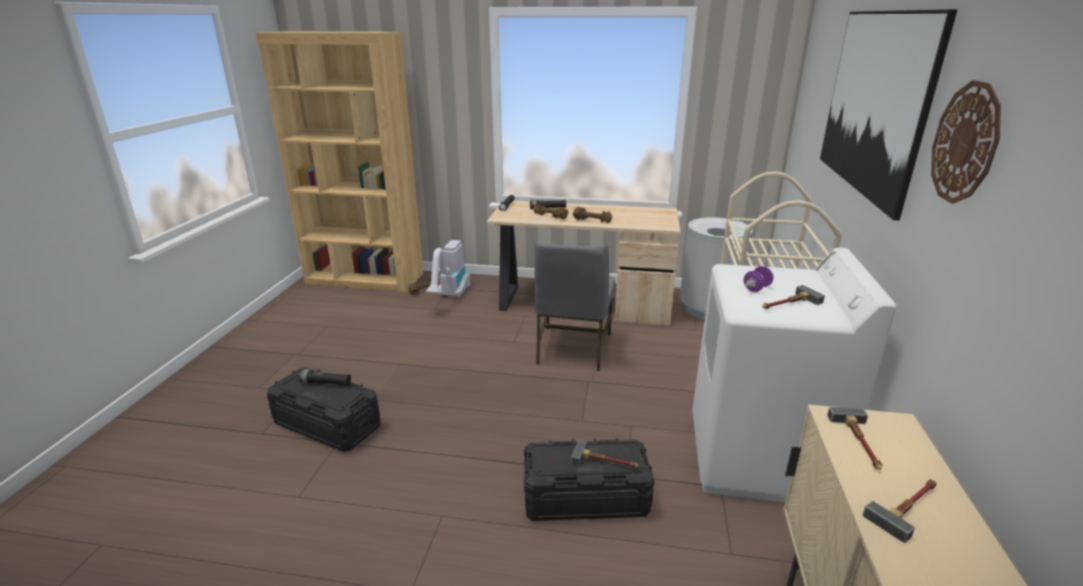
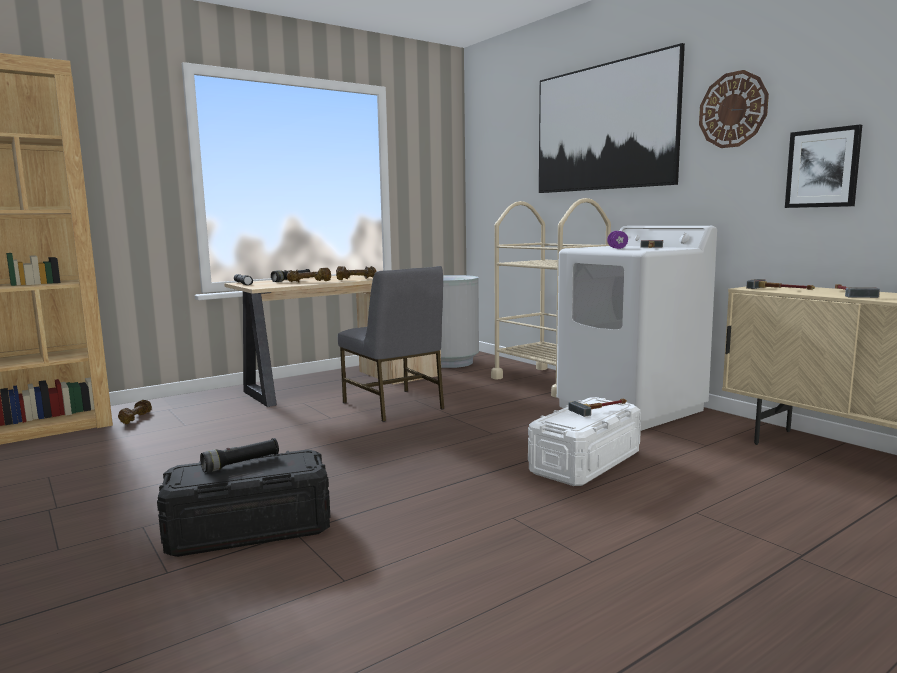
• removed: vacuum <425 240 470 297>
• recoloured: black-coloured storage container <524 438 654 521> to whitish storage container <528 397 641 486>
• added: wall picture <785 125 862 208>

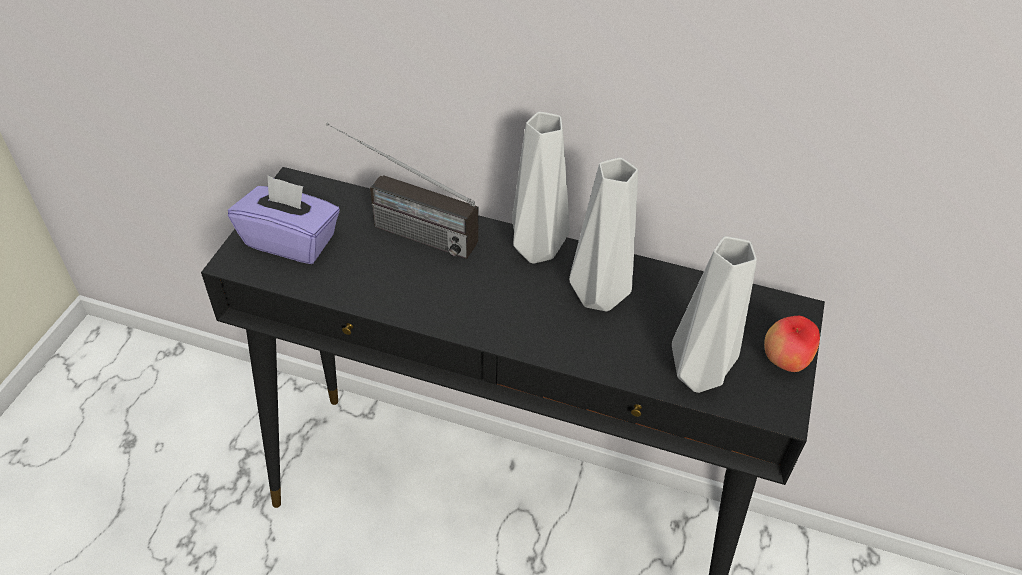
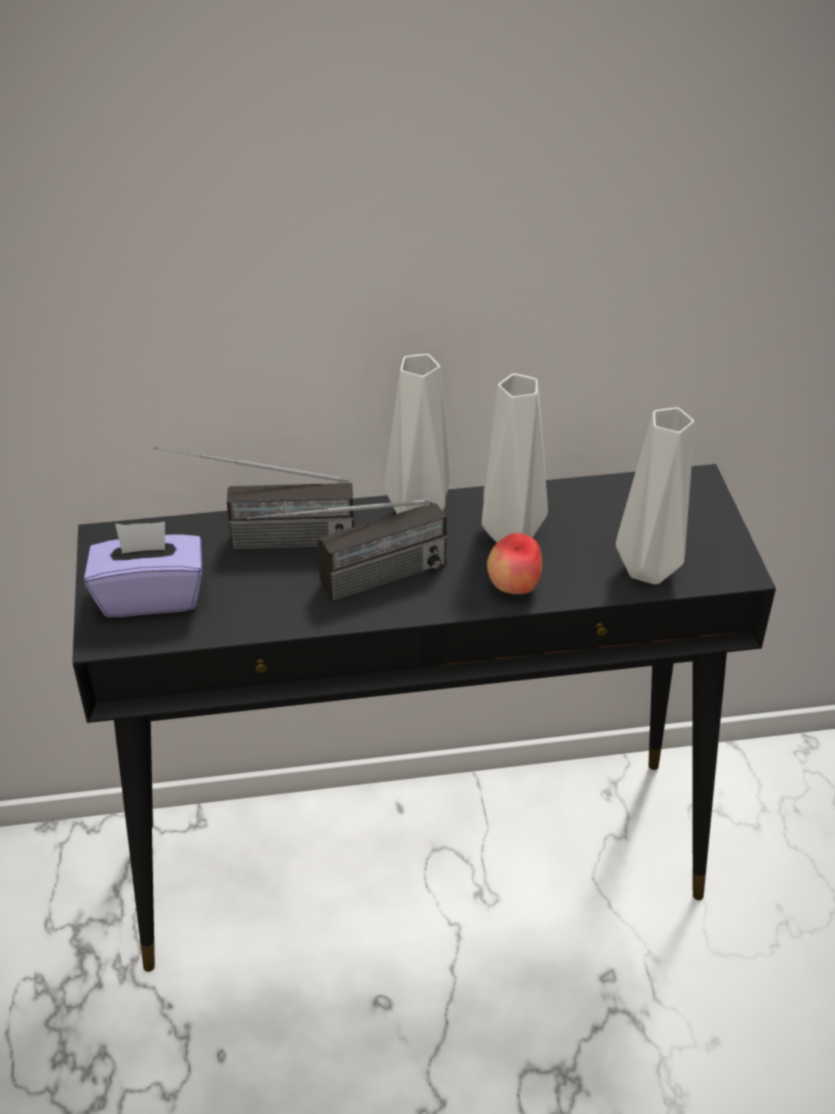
• moved: whole apple <764 316 820 372> to <487 533 542 594>
• added: radio receiver <247 499 447 601>

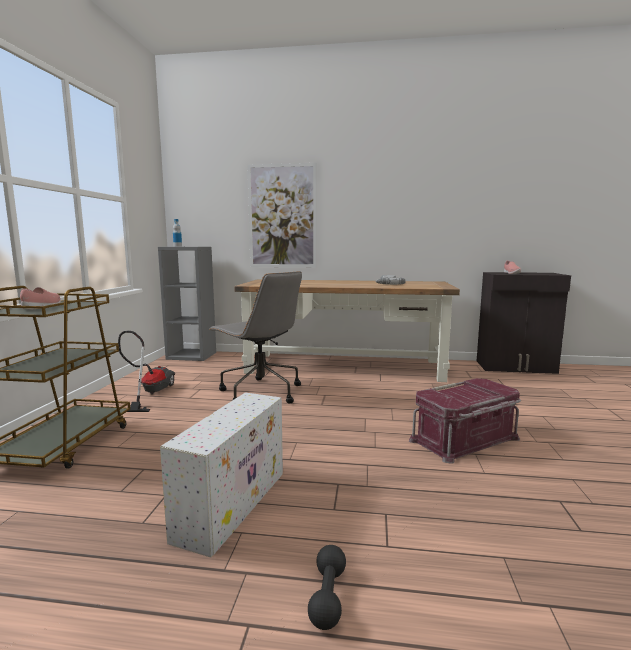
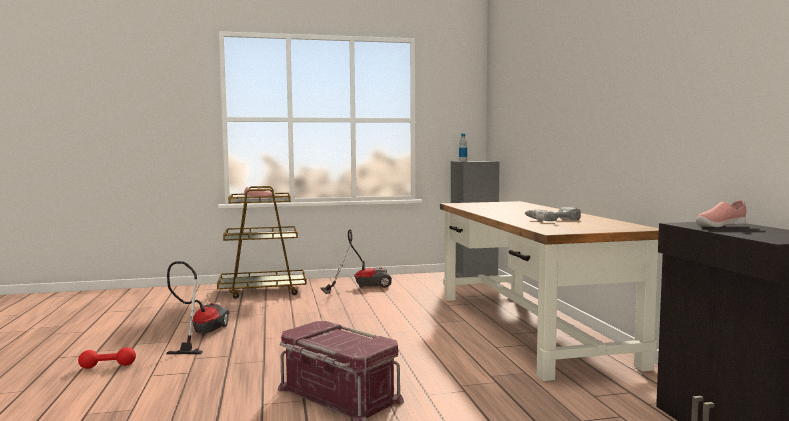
• removed: wall picture <247 163 317 267>
• removed: gray computer chair <209 271 302 404>
• replaced: whitish storage container <160 392 283 558> to vacuum <166 261 230 354>
• recoloured: black-coloured dumbbell <308 545 346 630> to red dumbbell <78 347 136 369>

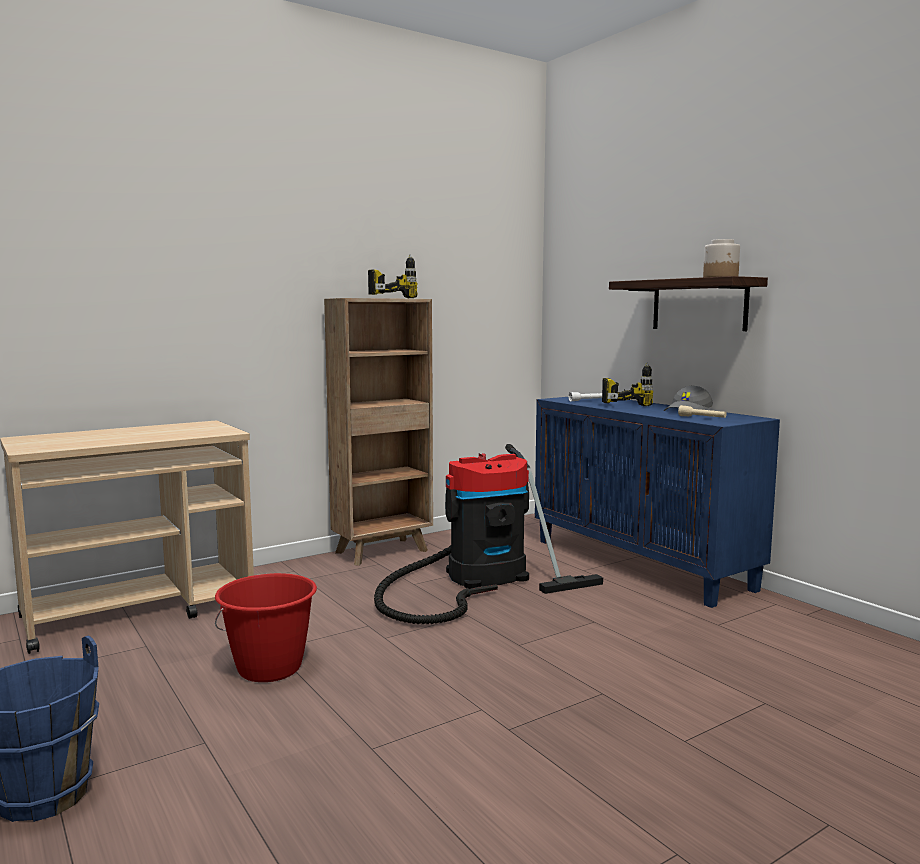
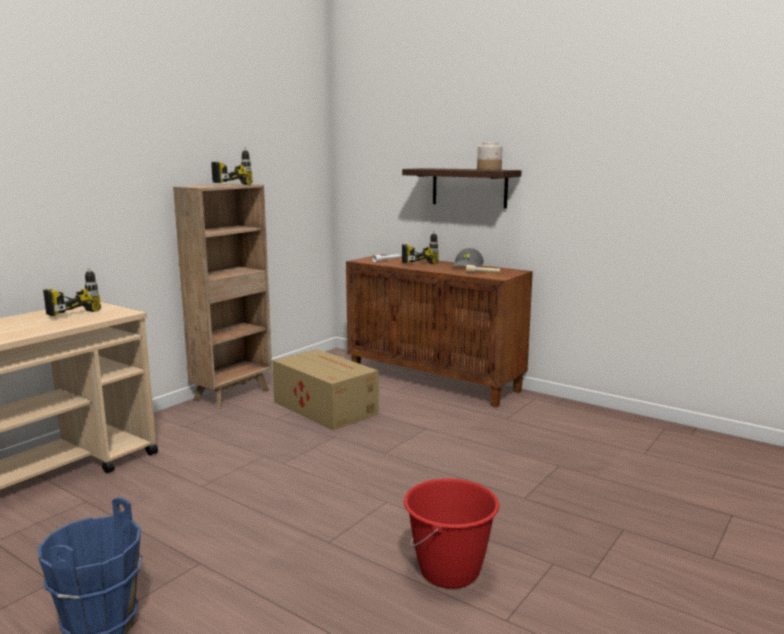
• recoloured: bluish cabinet <535 397 780 608> to brown cabinet <346 254 533 407>
• replaced: vacuum <374 444 603 624> to packing box <272 349 379 430>
• moved: red bucket <215 573 317 682> to <404 478 500 589>
• added: drill <43 268 101 316>

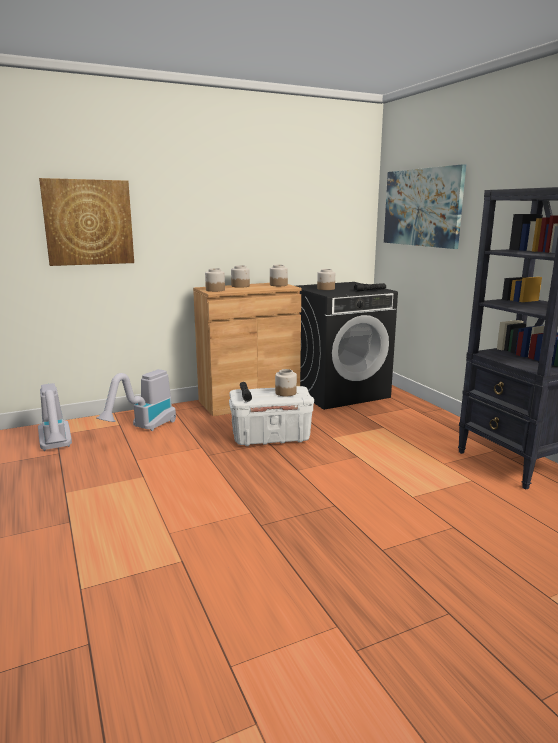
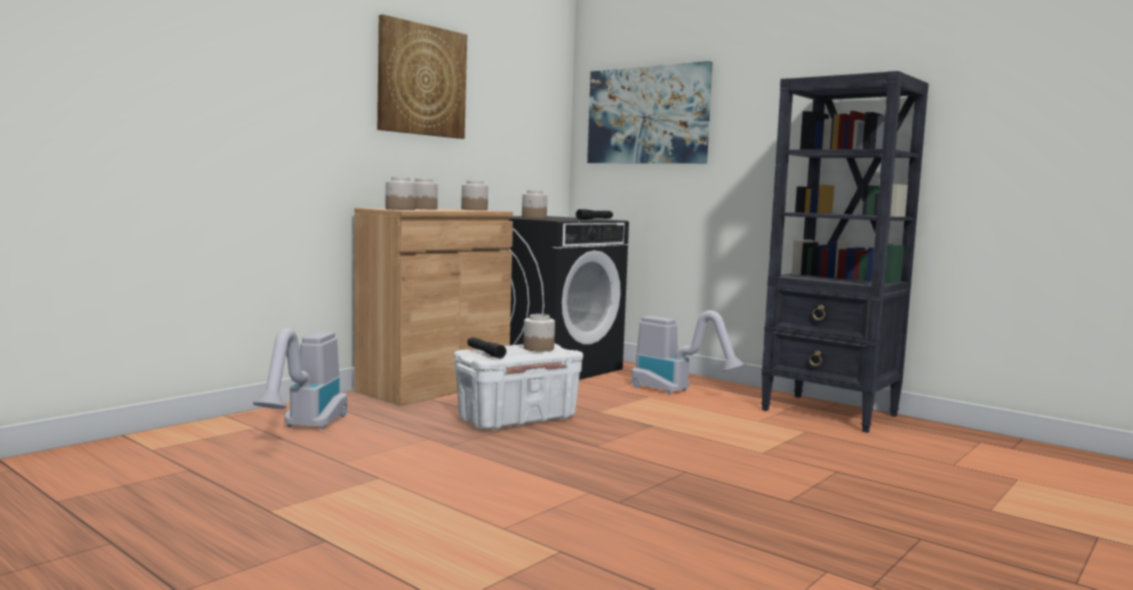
• moved: wall picture <39 178 134 266> to <377 14 467 139>
• moved: vacuum <38 383 72 451> to <631 310 746 395>

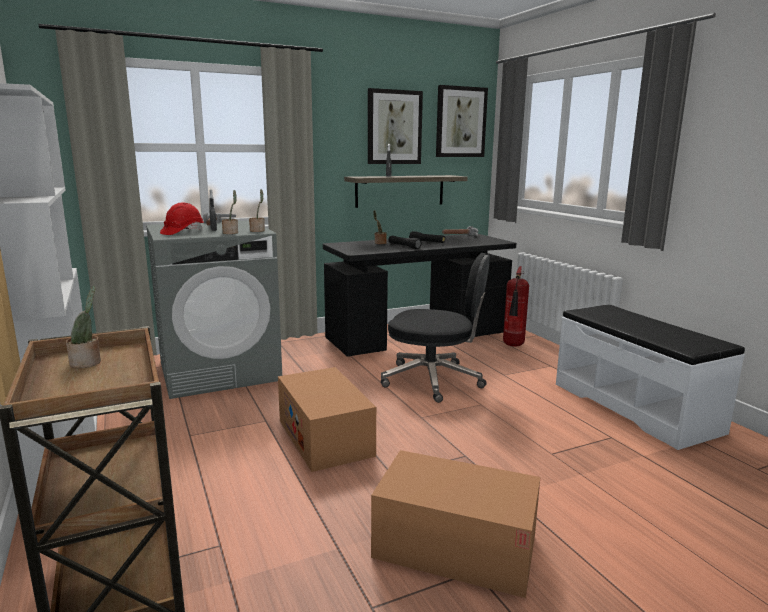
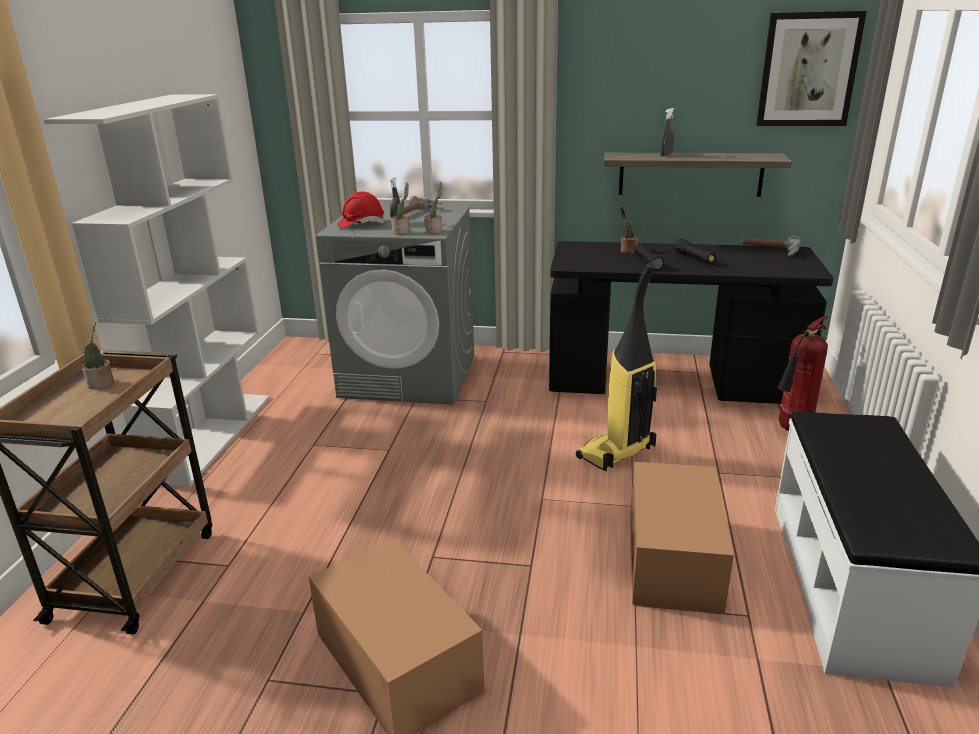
• removed: wall picture <368 88 423 164>
• replaced: black-coloured computer chair <381 253 490 403> to vacuum <576 263 657 471>
• moved: packing box <278 367 376 472> to <630 462 734 613>

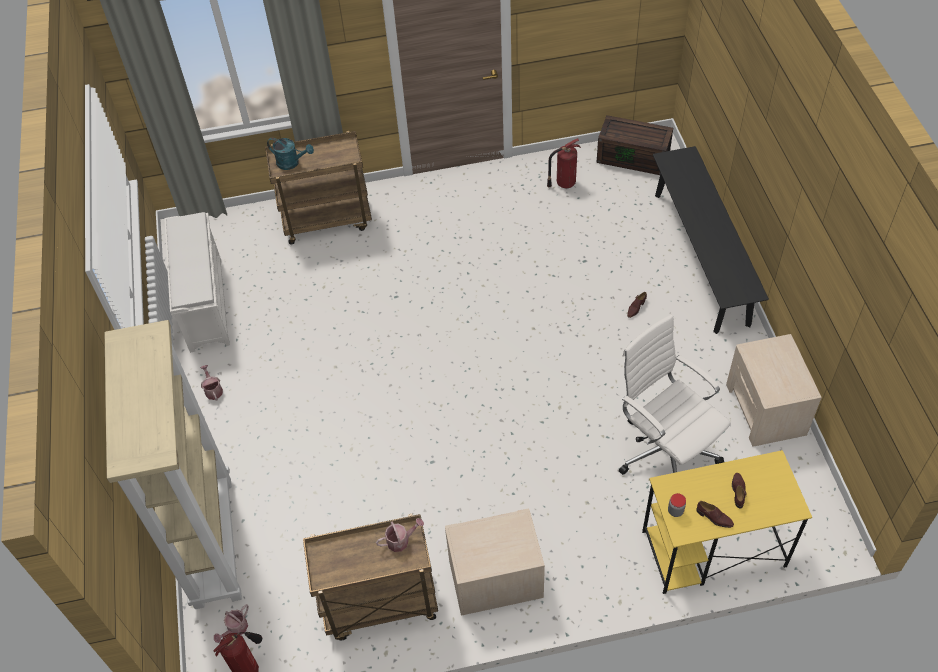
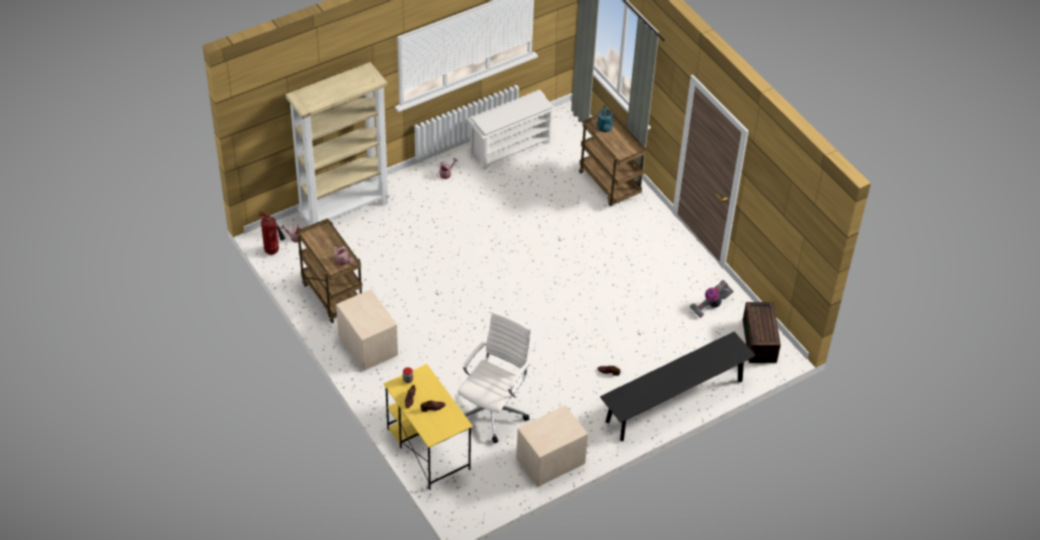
• replaced: extinguisher <547 138 581 188> to vacuum <690 280 734 317>

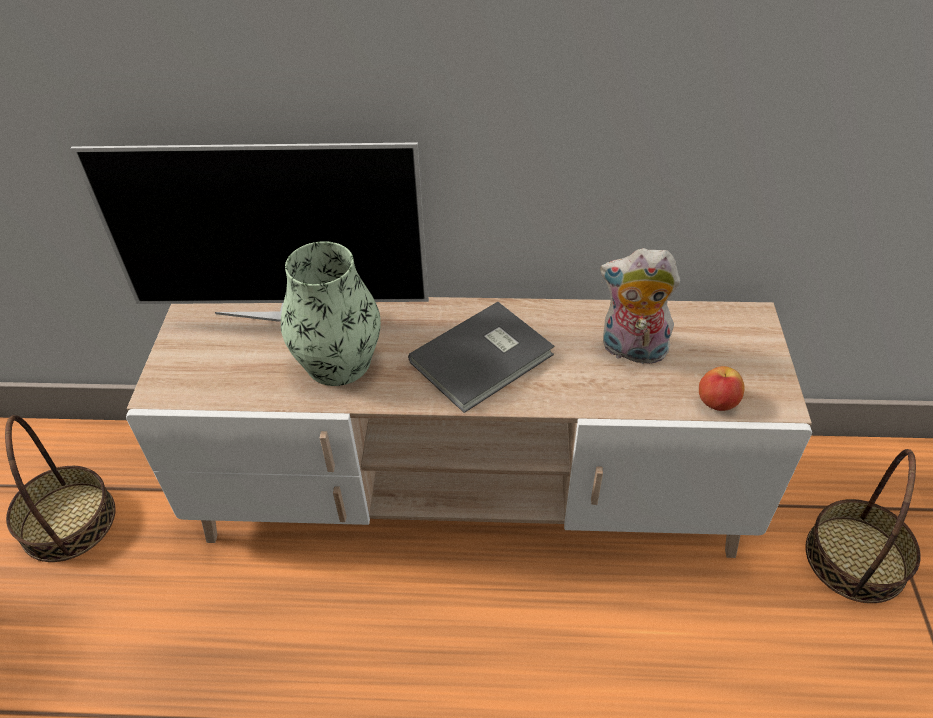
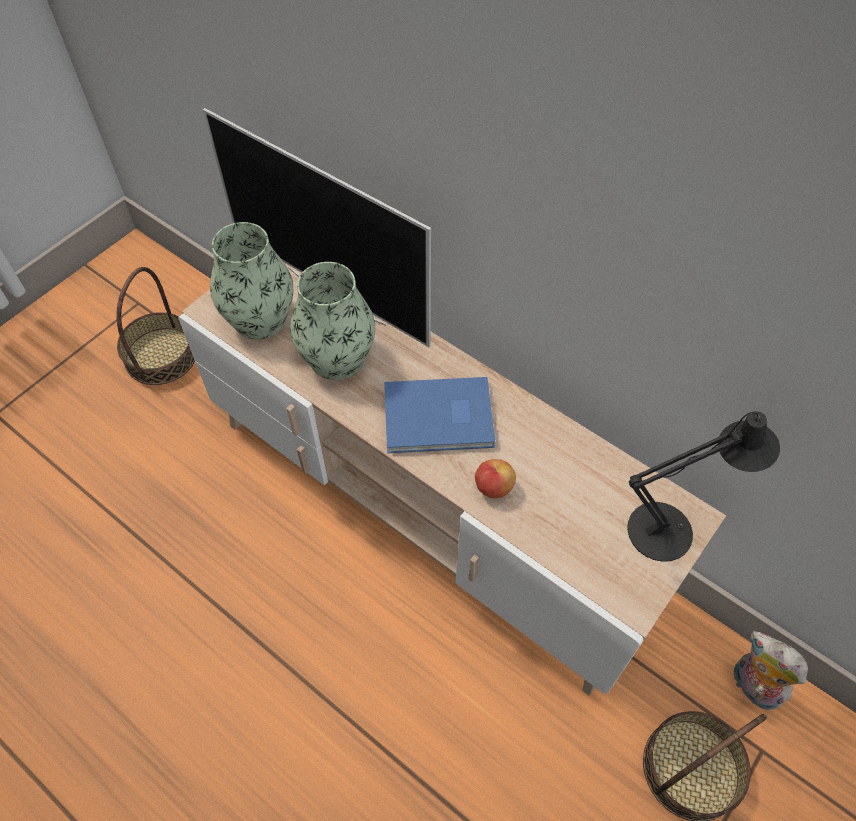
• moved: plush toy <600 248 680 368> to <733 631 808 710>
• recoloured: gray bound book <408 302 555 413> to bluish bound book <384 377 495 453>
• moved: whole apple <699 366 745 411> to <475 459 516 498>
• added: decorative vase <210 222 294 340>
• added: black-coloured lamp for a table <627 411 780 562>

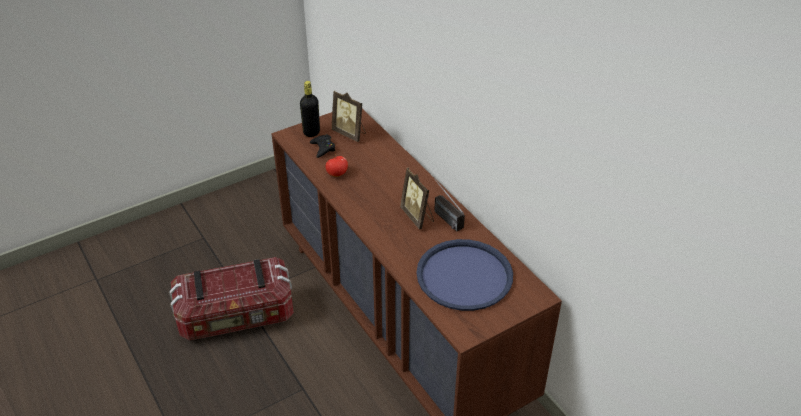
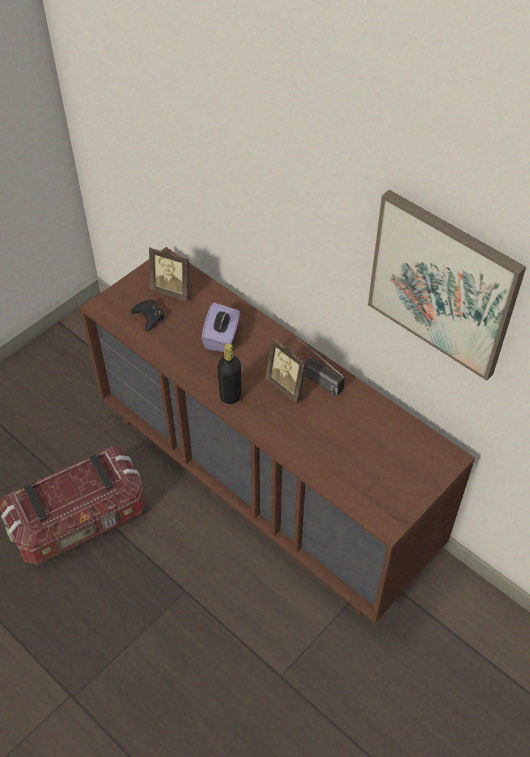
• moved: black-coloured beverage bottle <300 81 320 137> to <217 343 241 404>
• removed: whole apple <326 154 348 177>
• removed: bluish serving tray <416 239 513 311>
• added: wall picture <368 190 526 381>
• added: purple tissue box <202 302 240 352>

